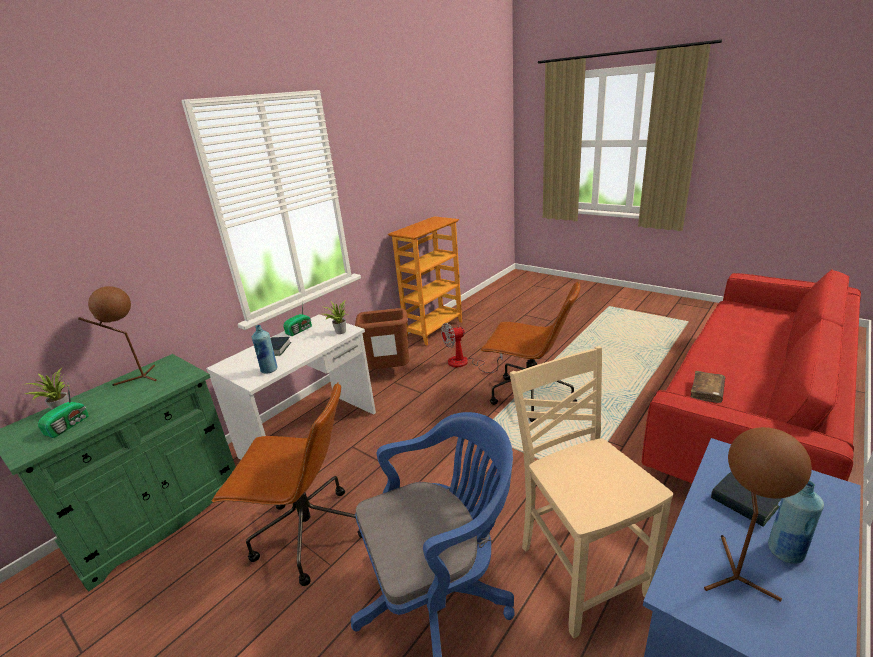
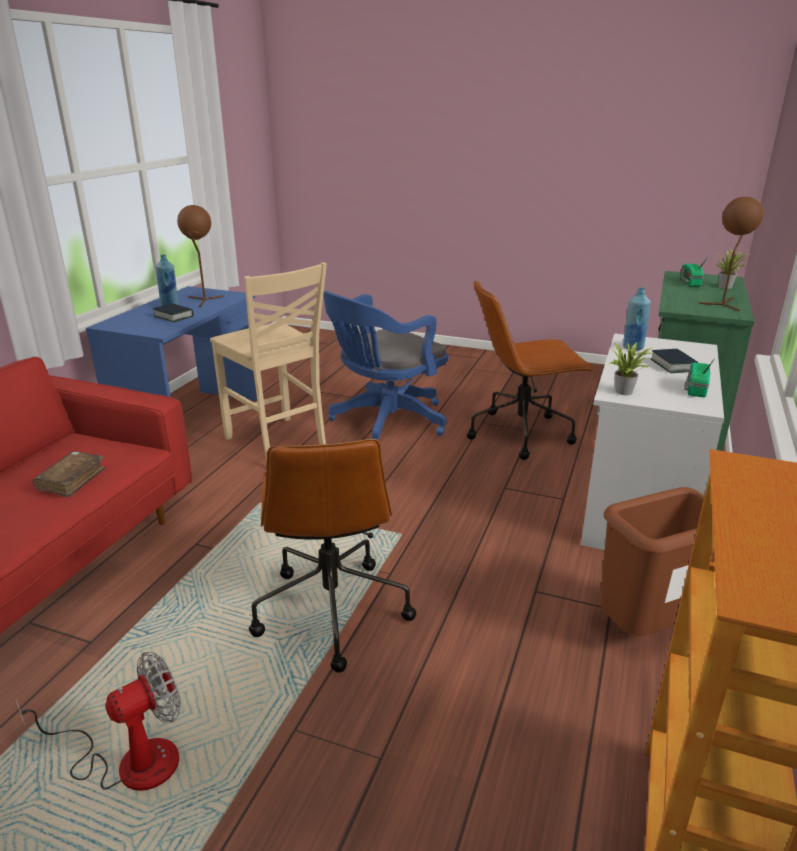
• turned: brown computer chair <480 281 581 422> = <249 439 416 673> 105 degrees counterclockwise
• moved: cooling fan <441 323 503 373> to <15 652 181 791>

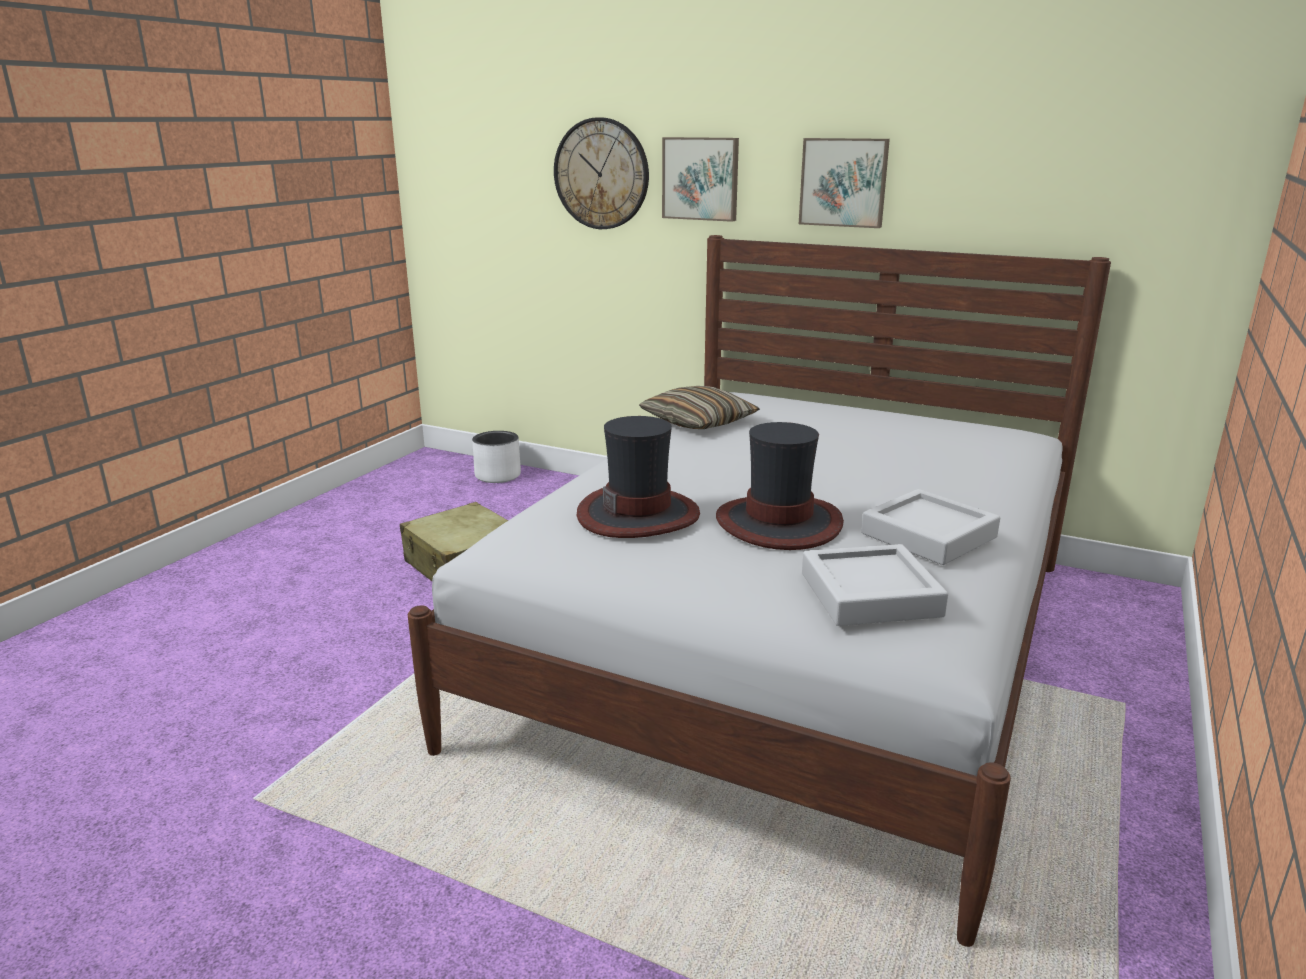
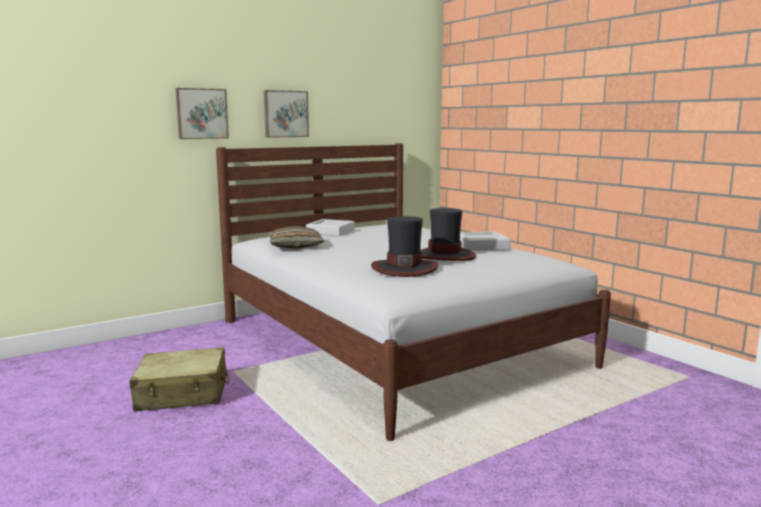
• removed: wall clock <554 117 649 229>
• removed: whitish plant pot <472 431 521 483>
• moved: gray serving tray <802 544 948 626> to <306 219 355 236>

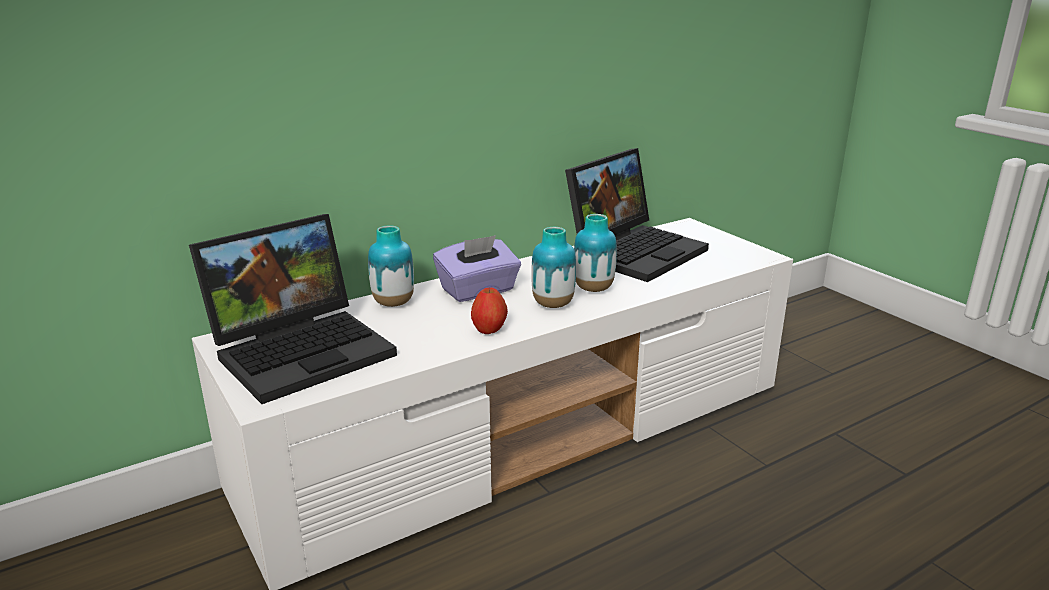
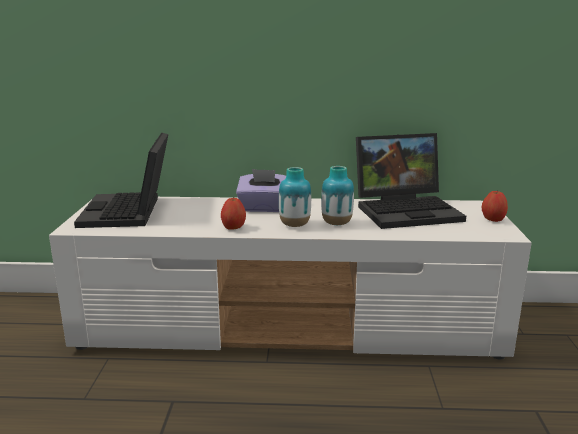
• turned: portable computer <189 214 397 404> = <74 133 168 228> 90 degrees clockwise
• removed: decorative vase <368 225 414 307>
• added: whole apple <482 190 508 222>

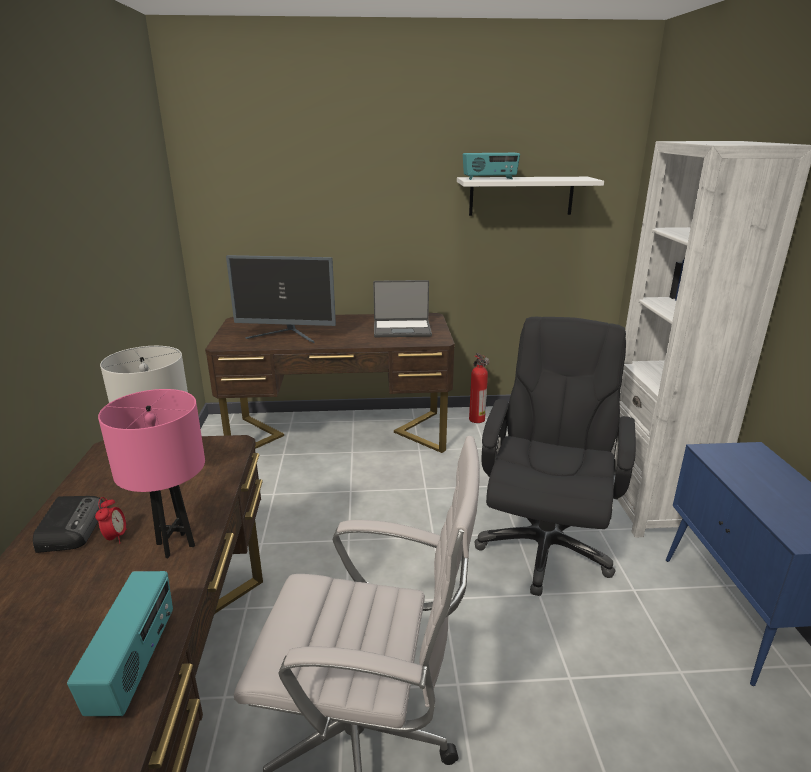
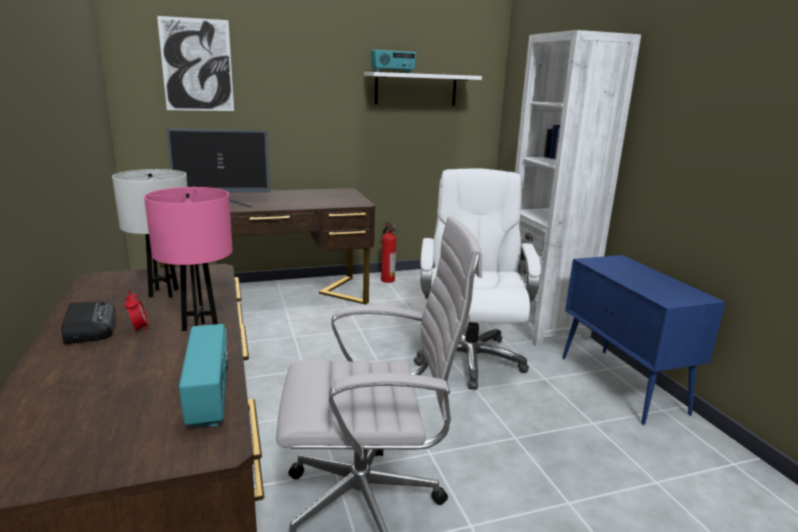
• removed: portable computer <373 280 432 337>
• recoloured: black-coloured computer chair <474 317 636 596> to whitish computer chair <414 168 541 390>
• added: wall picture <157 16 234 111>

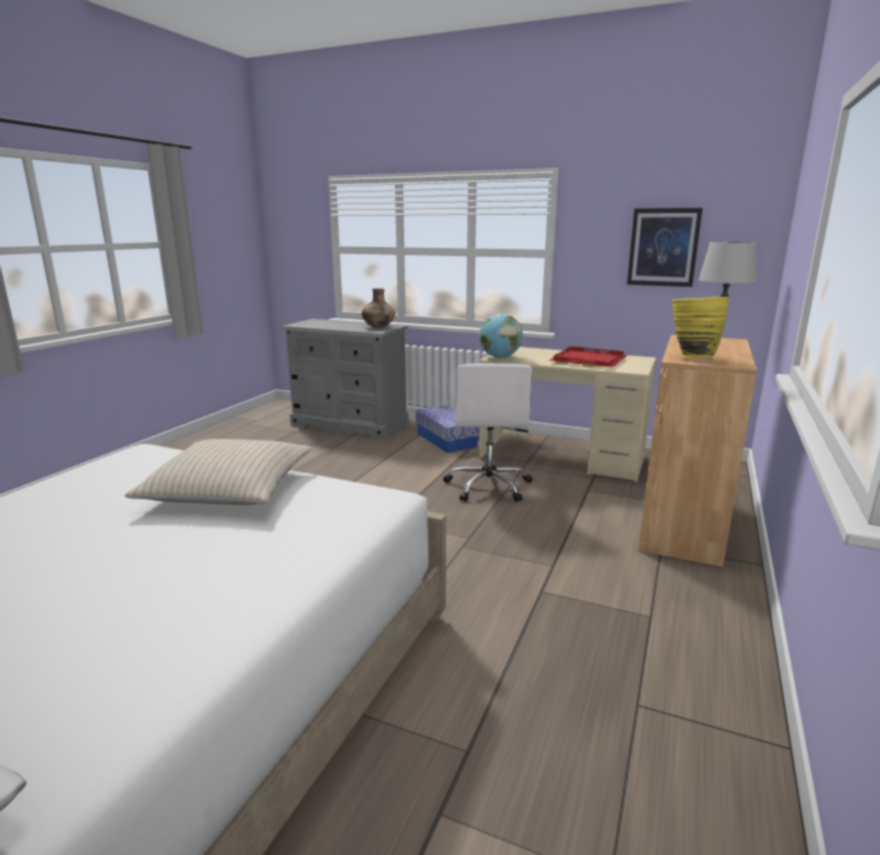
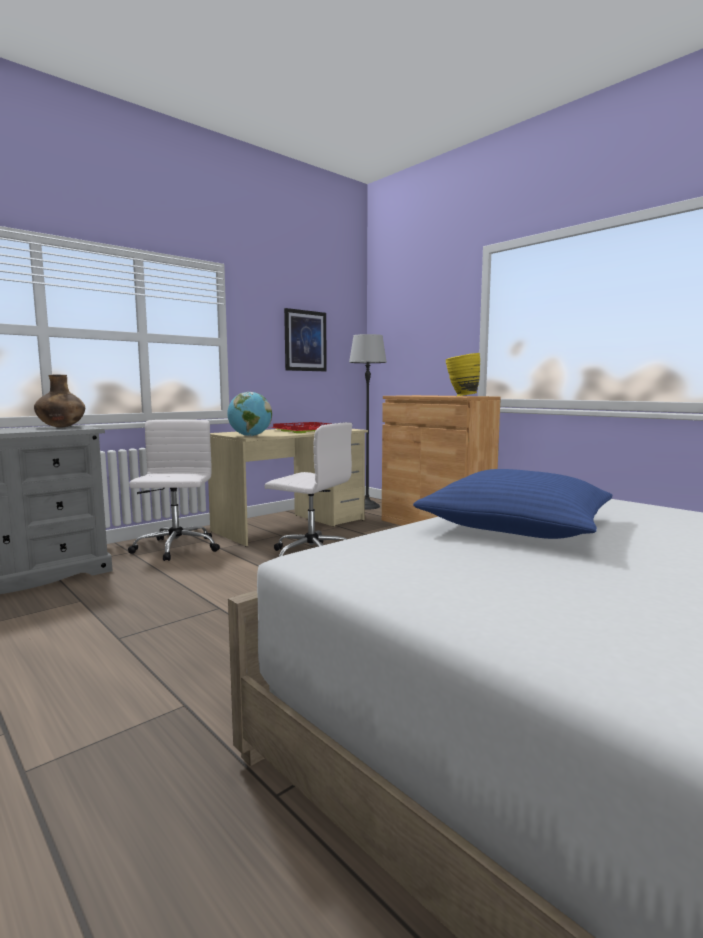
• replaced: storage container <416 405 480 453> to whitish computer chair <128 420 220 561>
• recoloured: sand-coloured pillow <125 439 312 505> to bluish pillow <413 469 612 539>

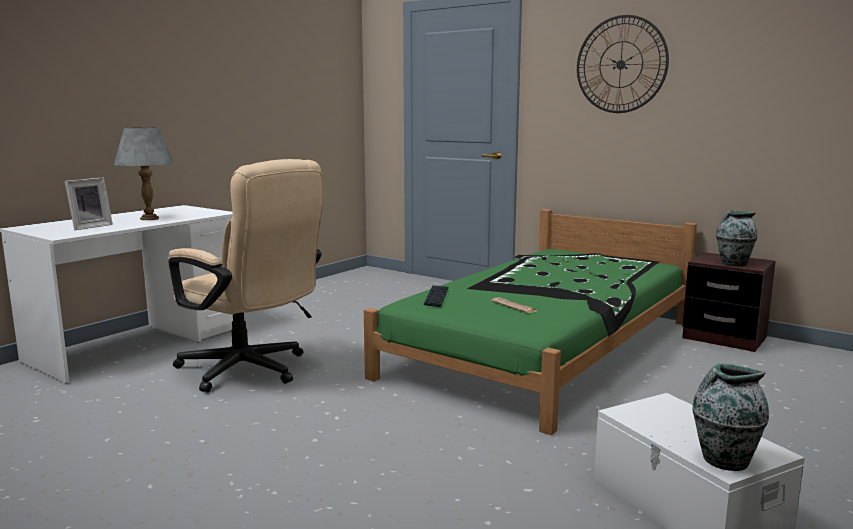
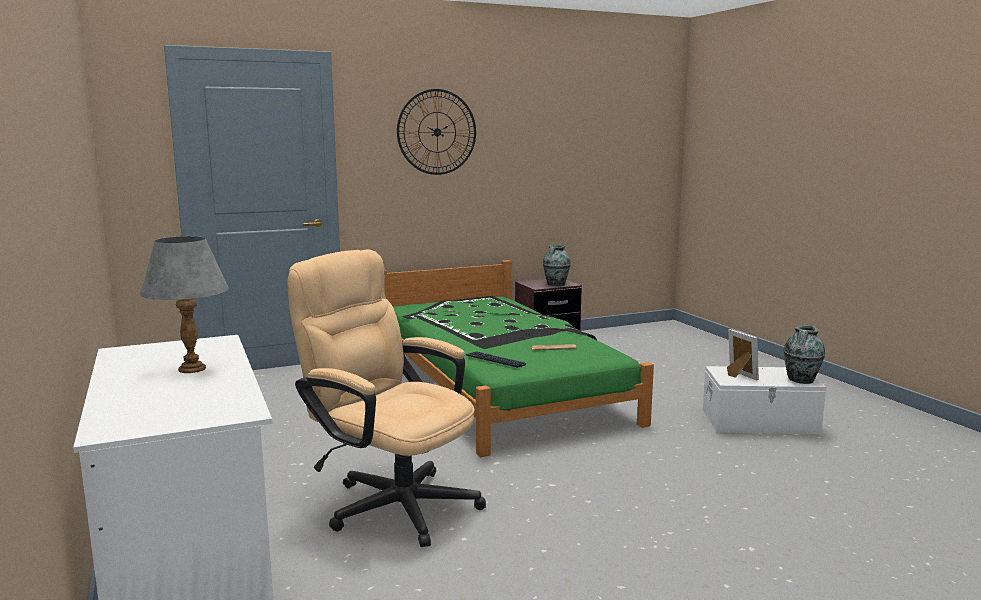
• turned: sand-coloured computer chair <169 159 323 392> = <287 250 486 547> 120 degrees counterclockwise
• moved: picture frame <65 177 113 230> to <727 329 759 381>

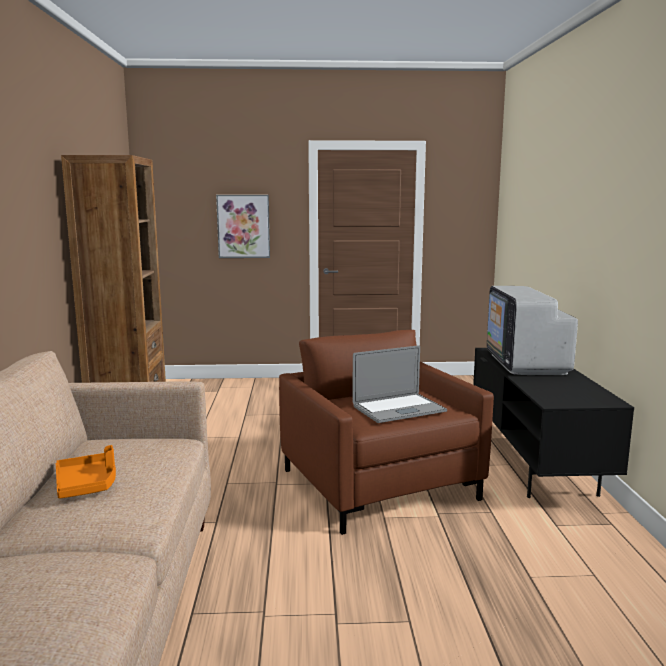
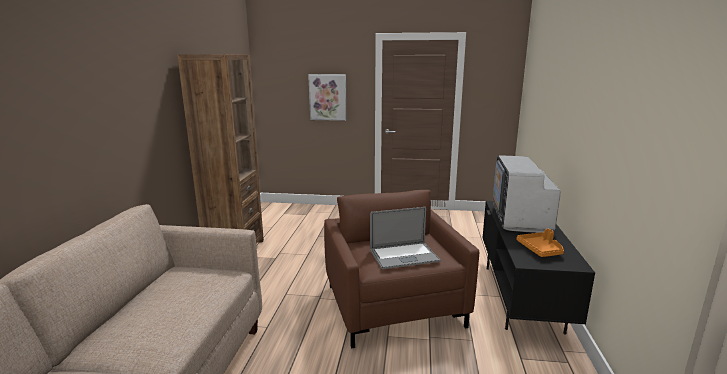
• moved: orange-coloured serving tray <56 445 116 499> to <516 229 564 257>

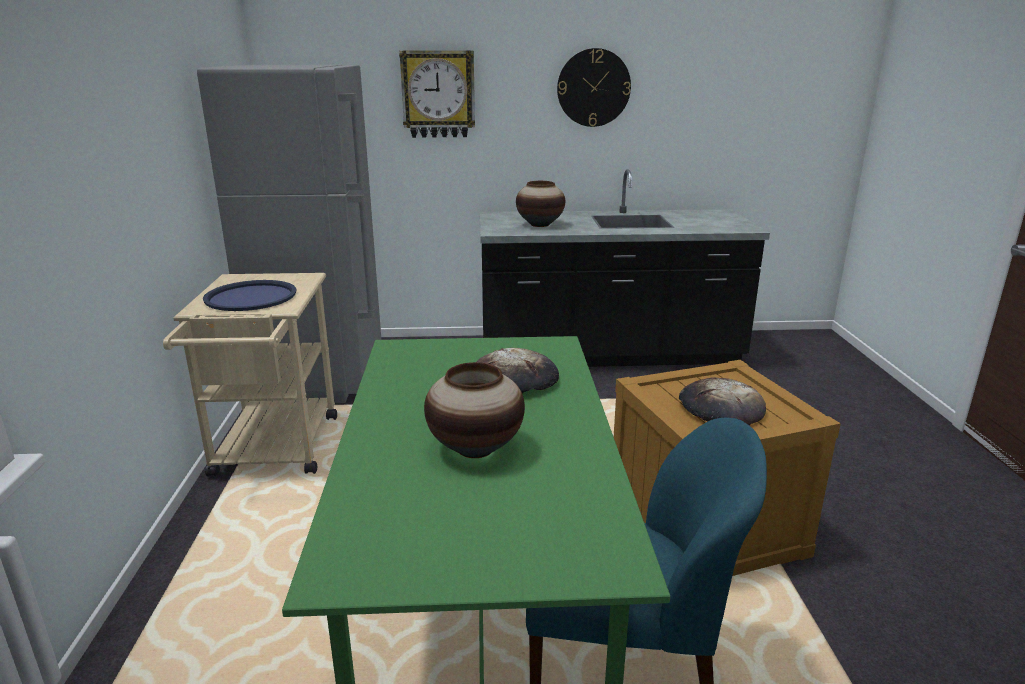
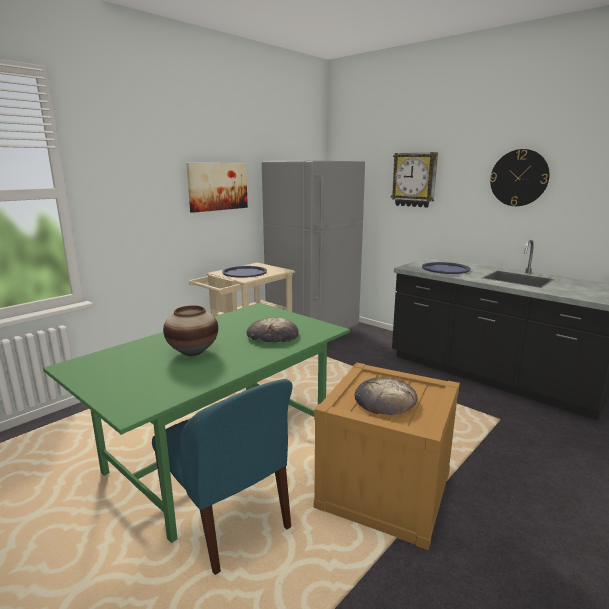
• replaced: decorative vase <516 181 565 227> to bluish serving tray <422 262 471 274>
• added: wall picture <186 163 248 213>

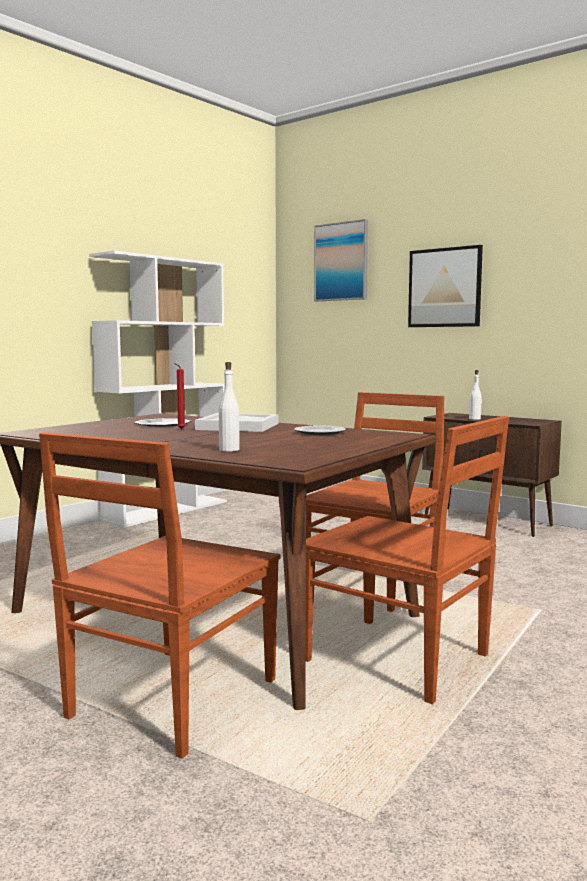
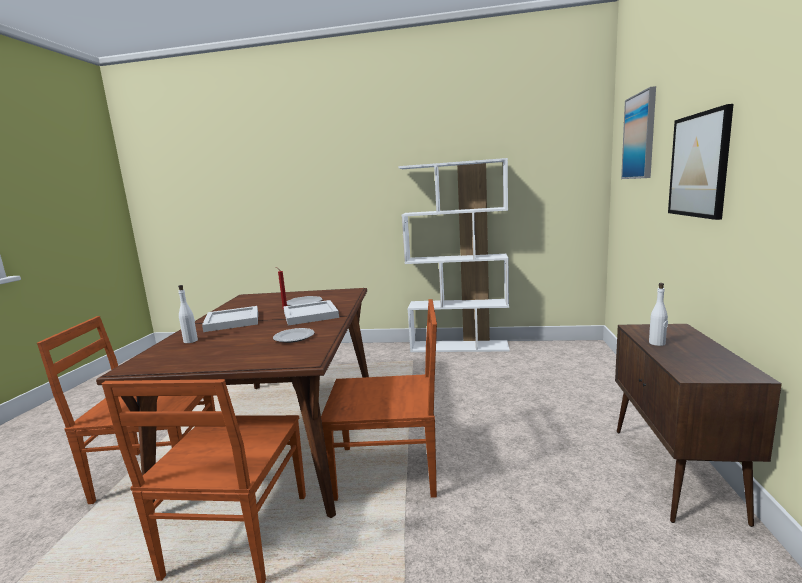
• added: whitish serving tray <202 306 258 332>

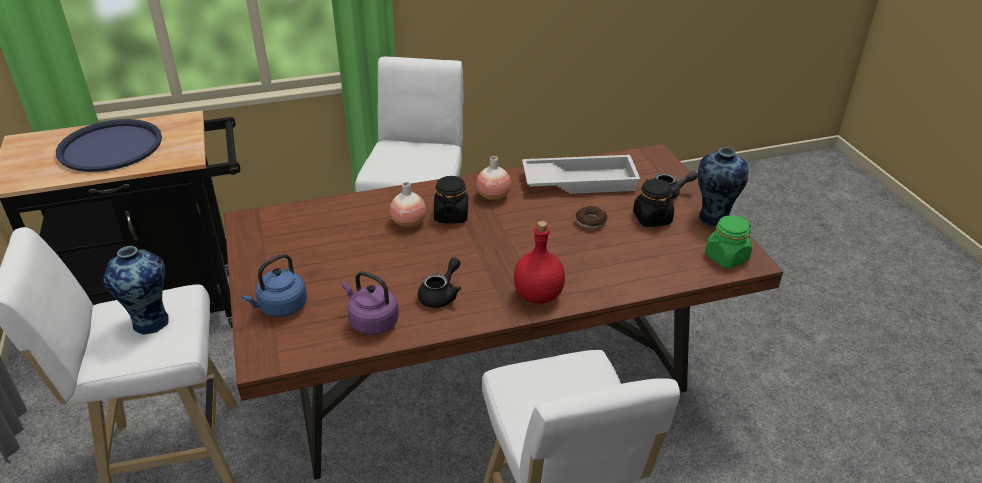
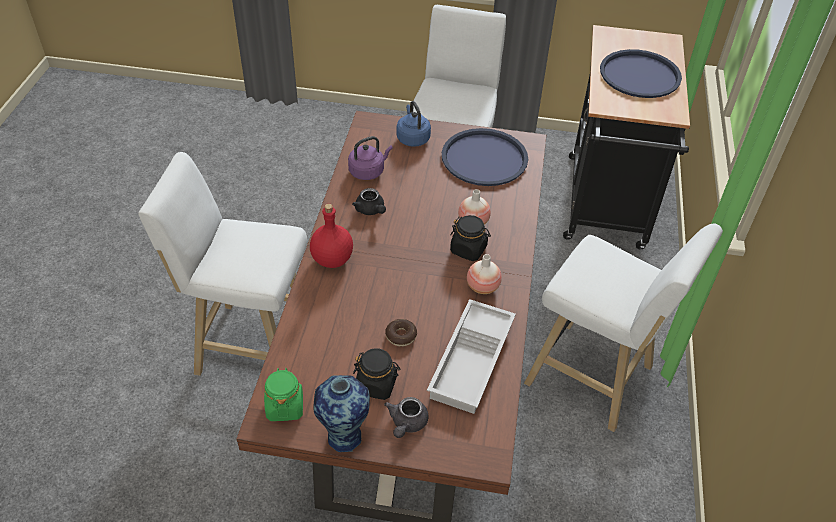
• removed: decorative vase <103 246 169 335>
• added: bluish serving tray <442 128 528 186>

